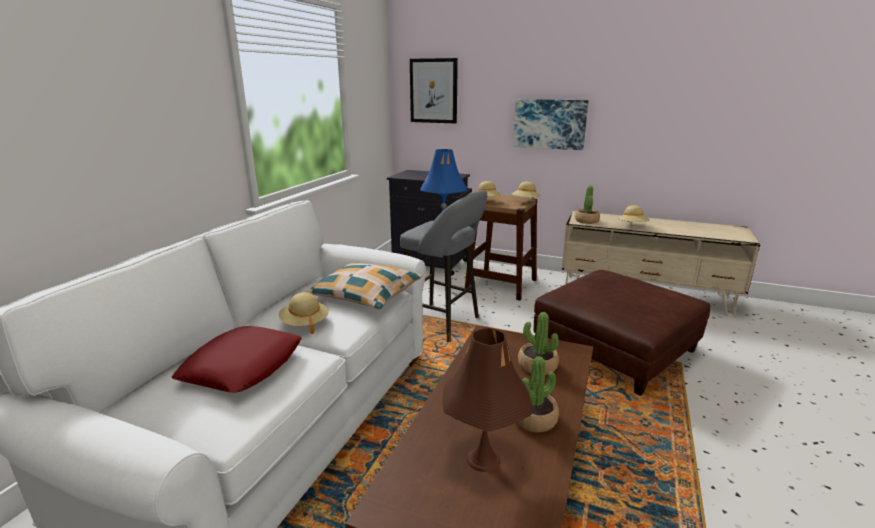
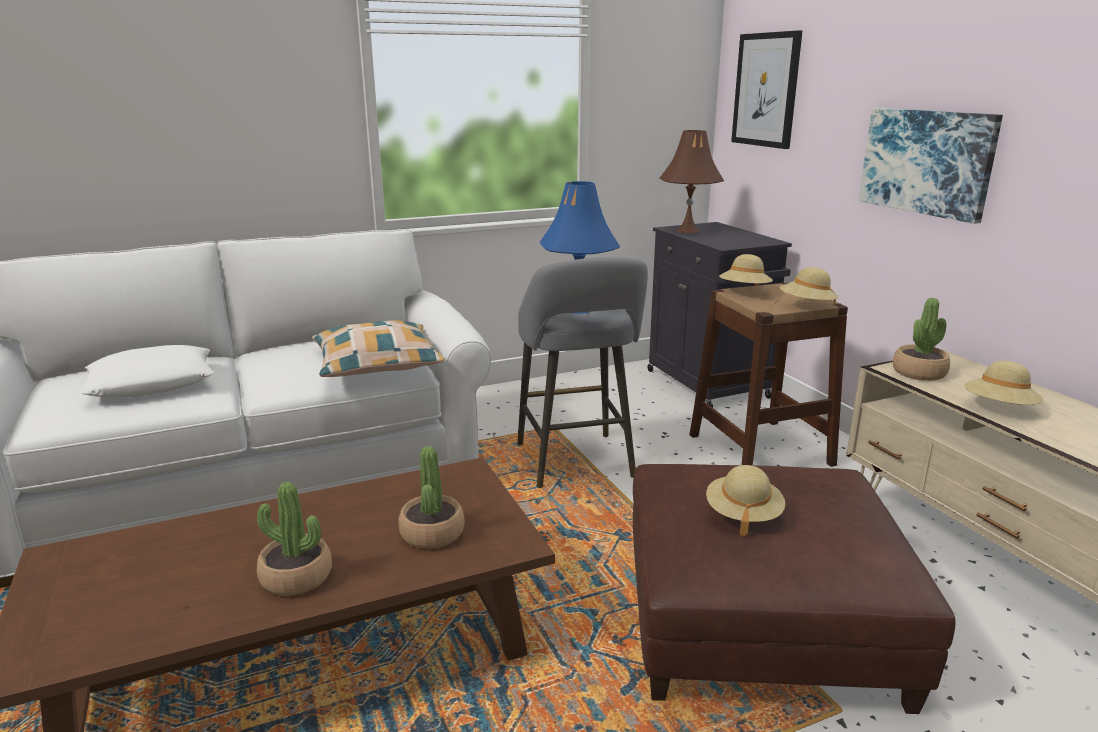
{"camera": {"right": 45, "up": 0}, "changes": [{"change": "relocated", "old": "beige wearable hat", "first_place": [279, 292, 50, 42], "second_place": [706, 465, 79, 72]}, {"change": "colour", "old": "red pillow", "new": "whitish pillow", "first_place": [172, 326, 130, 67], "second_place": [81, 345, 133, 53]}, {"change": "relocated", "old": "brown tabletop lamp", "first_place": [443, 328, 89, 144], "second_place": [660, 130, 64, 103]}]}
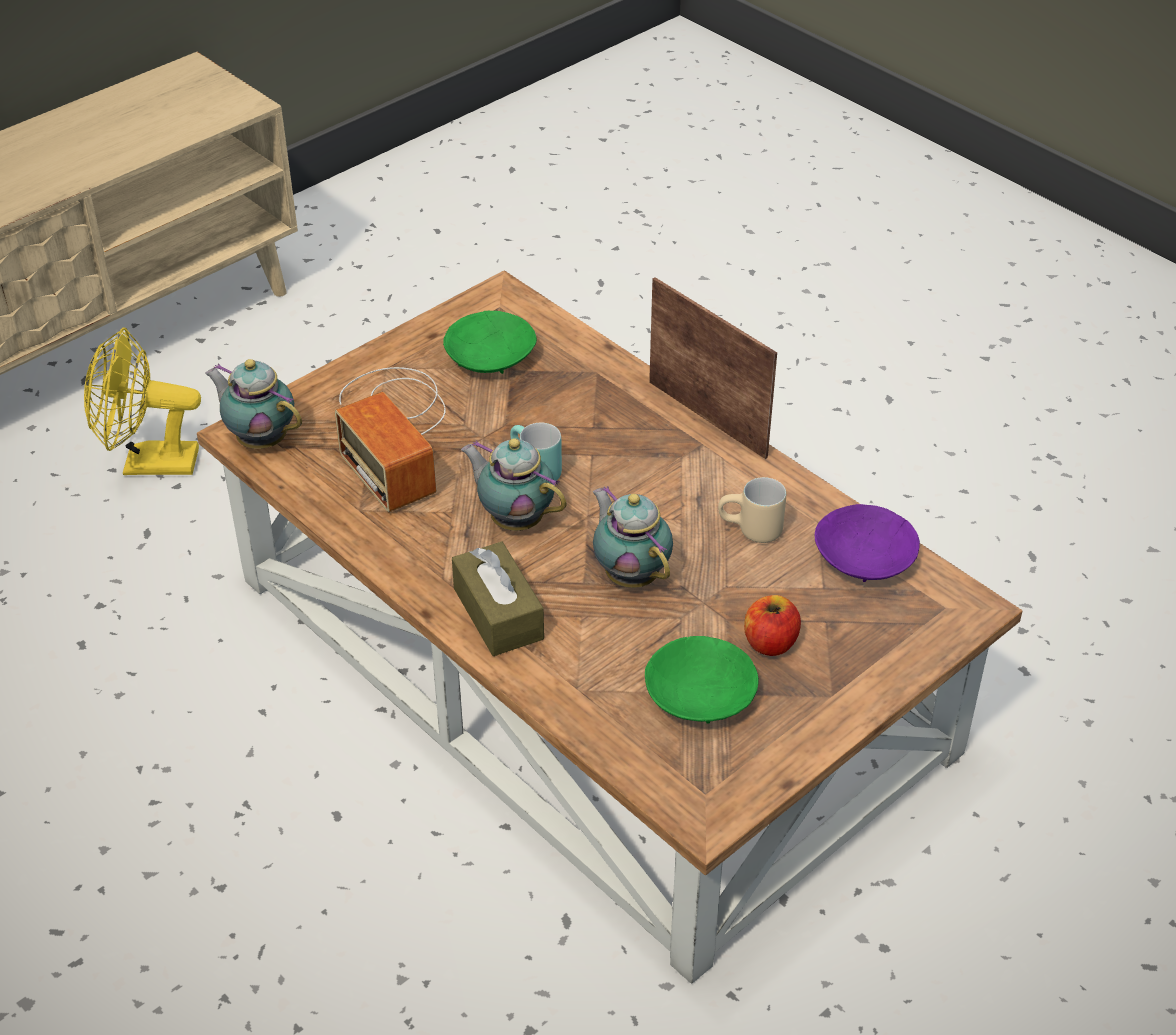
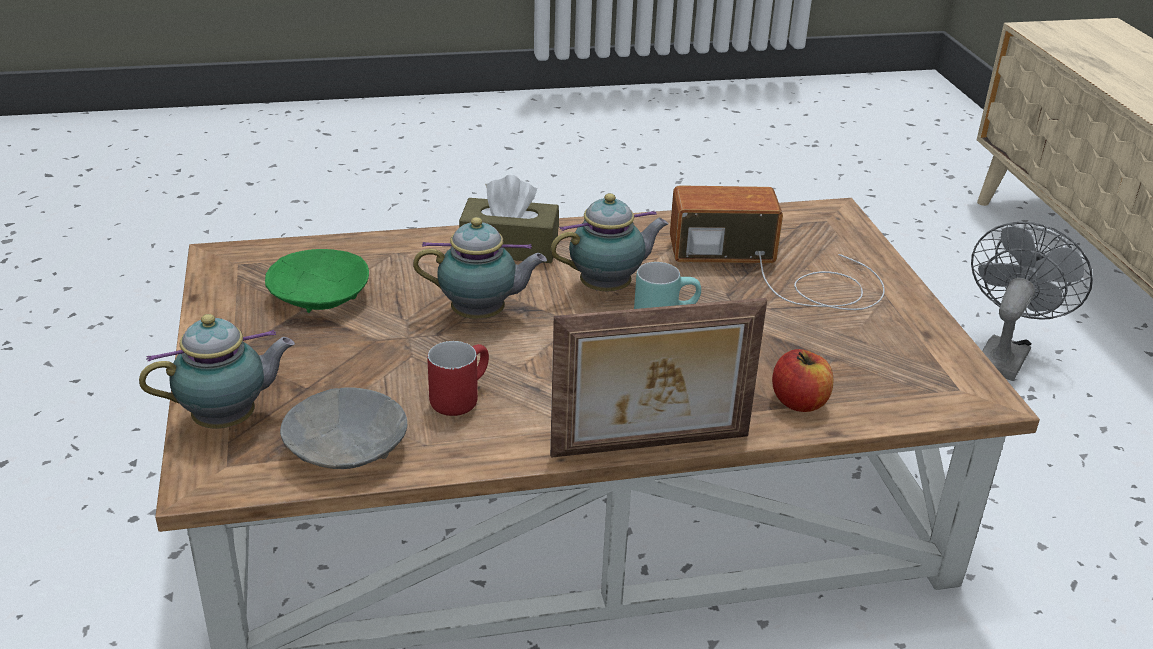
{"camera": {"right": 120, "up": -10}, "changes": [{"change": "missing", "old": "greenish bowl", "first_place": [443, 311, 94, 63]}, {"change": "colour", "old": "yellow cooling fan", "new": "greyish cooling fan", "first_place": [84, 327, 117, 148], "second_place": [971, 222, 122, 159]}, {"change": "relocated", "old": "pot for tea", "first_place": [205, 359, 97, 90], "second_place": [139, 314, 156, 115]}, {"change": "colour", "old": "beige mug", "new": "red mug", "first_place": [718, 477, 68, 66], "second_place": [427, 341, 62, 75]}, {"change": "colour", "old": "purple-coloured bowl", "new": "greyish bowl", "first_place": [814, 504, 106, 78], "second_place": [280, 387, 127, 82]}, {"change": "relocated", "old": "apple fruit", "first_place": [744, 595, 57, 61], "second_place": [772, 349, 61, 63]}]}
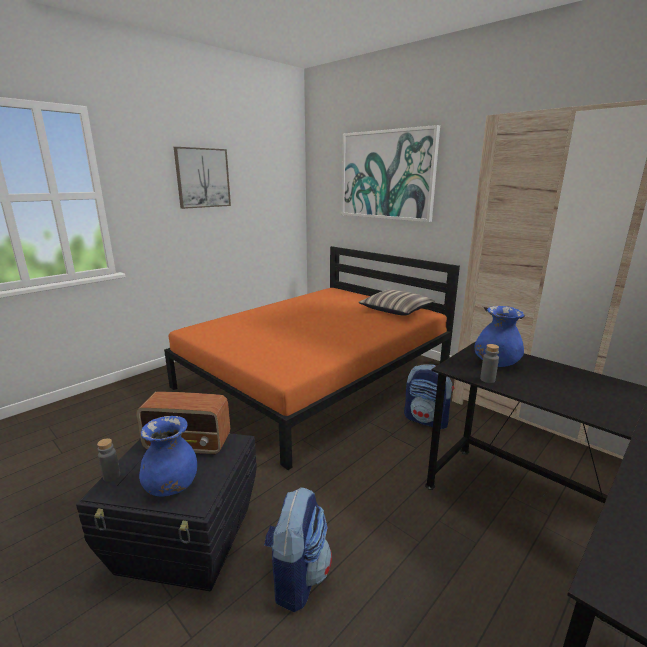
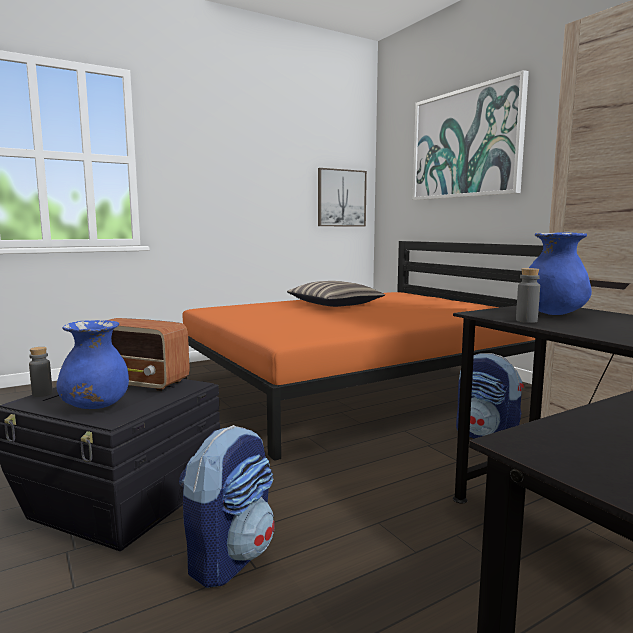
{"camera": {"right": 15, "up": -10}, "changes": [{"change": "relocated", "old": "wall art", "first_place": [174, 147, 57, 62], "second_place": [318, 168, 49, 58]}, {"change": "relocated", "old": "pillow", "first_place": [359, 289, 76, 27], "second_place": [287, 281, 98, 26]}]}
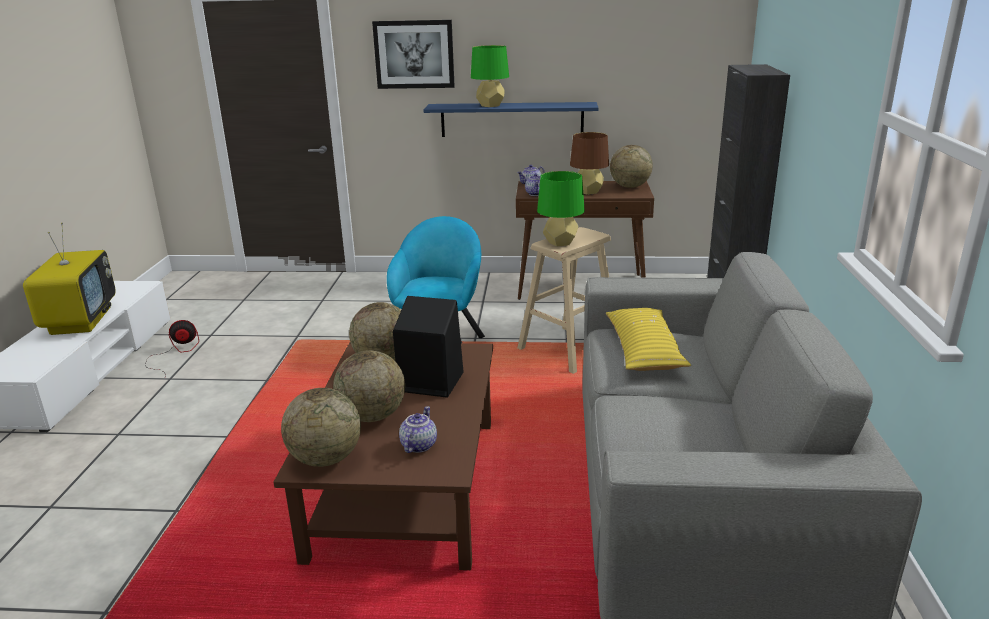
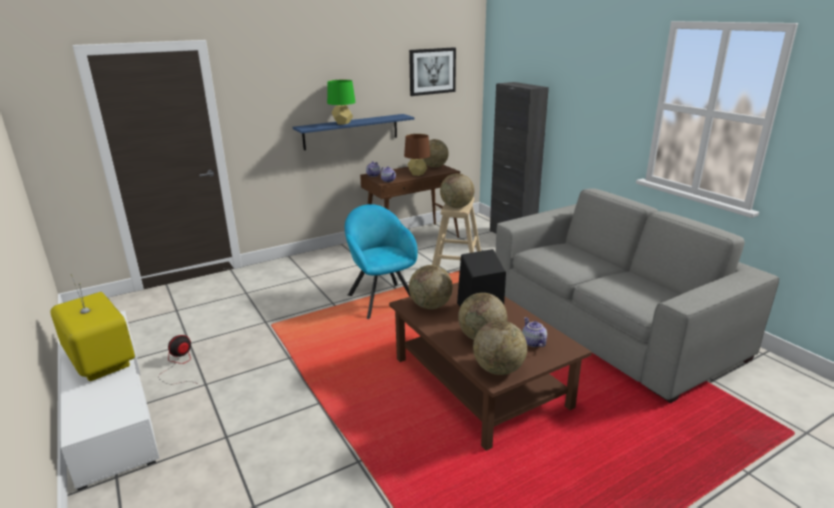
{"camera": {"right": -35, "up": 0}, "changes": [{"change": "relocated", "old": "wall art", "first_place": [372, 20, 83, 69], "second_place": [409, 47, 47, 49]}, {"change": "exchanged", "old": "greenish tabletop lamp", "new": "globe", "first_place": [537, 171, 48, 75], "second_place": [440, 173, 35, 35]}, {"change": "missing", "old": "yellow pillow", "first_place": [606, 308, 85, 63]}]}
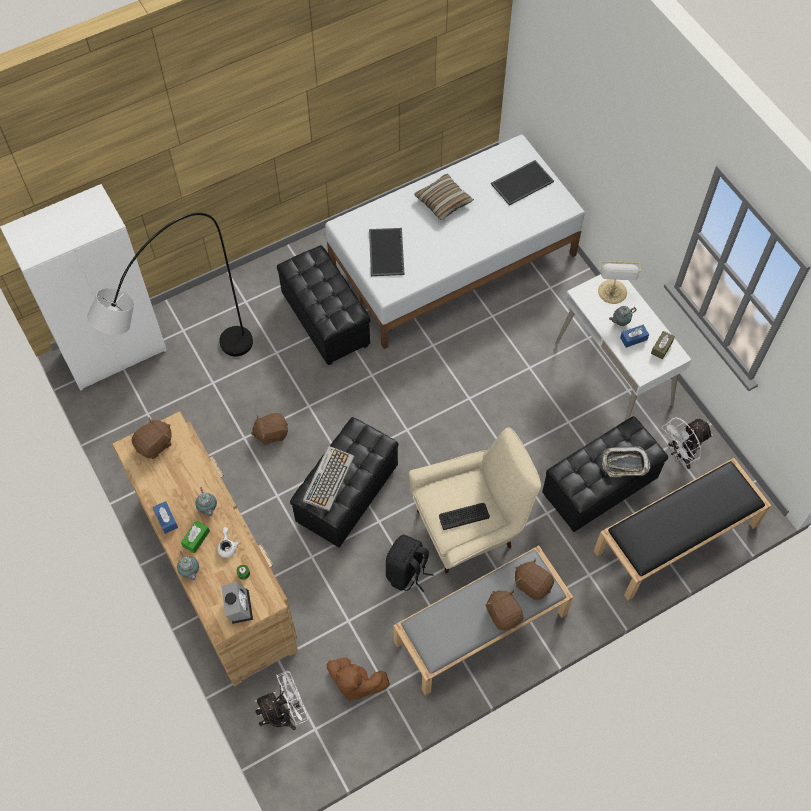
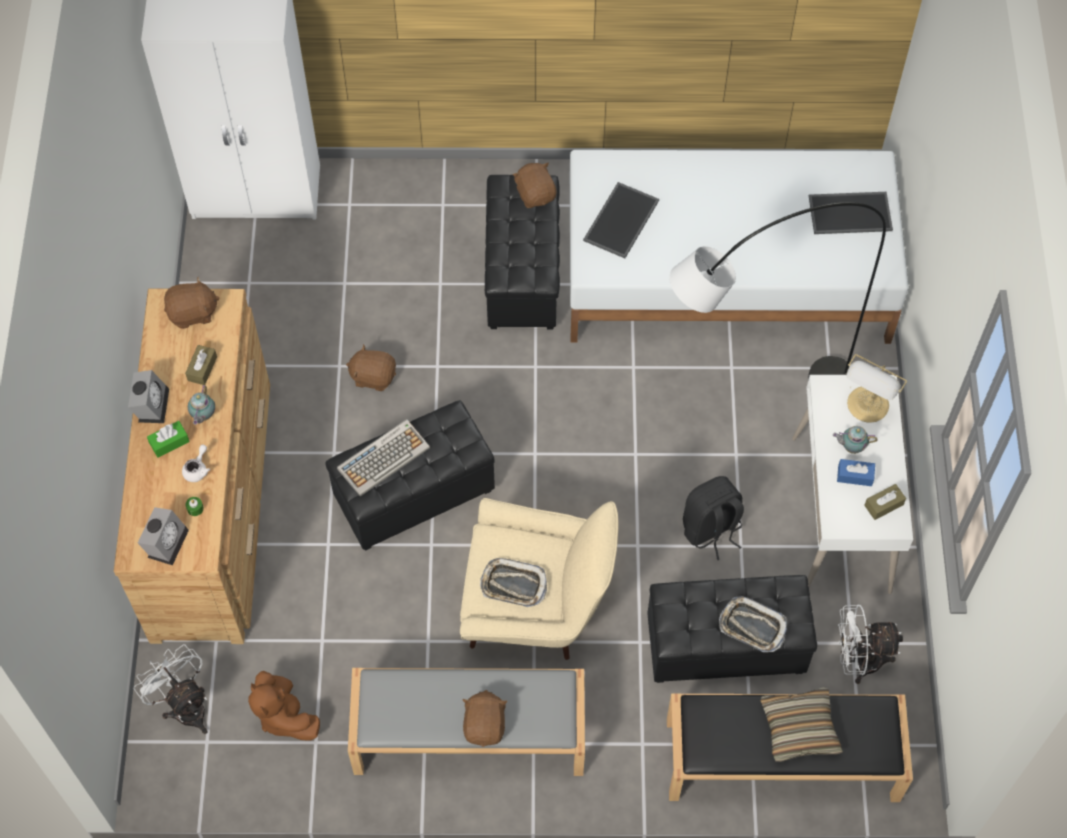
{"camera": {"right": 30, "up": 0}, "changes": [{"change": "relocated", "old": "pillow", "first_place": [414, 174, 60, 46], "second_place": [760, 687, 83, 75]}, {"change": "relocated", "old": "greyish standing lamp", "first_place": [87, 213, 166, 144], "second_place": [669, 202, 217, 178]}, {"change": "exchanged", "old": "bluish tissue holder", "new": "table clock", "first_place": [153, 501, 25, 33], "second_place": [128, 370, 41, 53]}, {"change": "exchanged", "old": "computer keyboard", "new": "serving tray", "first_place": [439, 503, 51, 27], "second_place": [480, 558, 67, 49]}, {"change": "relocated", "old": "black-coloured backpack", "first_place": [386, 534, 48, 58], "second_place": [683, 476, 61, 84]}, {"change": "missing", "old": "pot for tea", "first_place": [177, 551, 22, 30]}, {"change": "relocated", "old": "brown cuddly toy", "first_place": [515, 559, 39, 41], "second_place": [513, 163, 43, 45]}, {"change": "spun", "old": "whitish cooling fan", "first_place": [255, 671, 53, 59], "second_place": [134, 644, 74, 90], "degrees": -135}, {"change": "appeared", "new": "brown tissue holder", "second_place": [185, 345, 32, 40]}]}
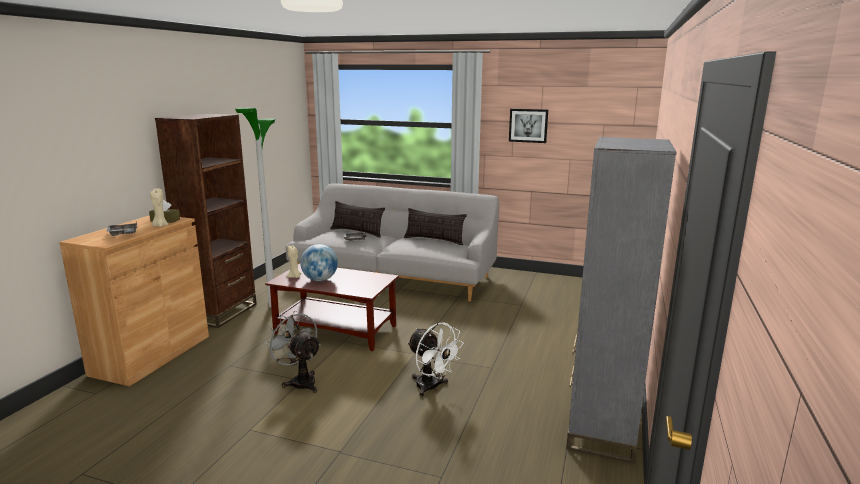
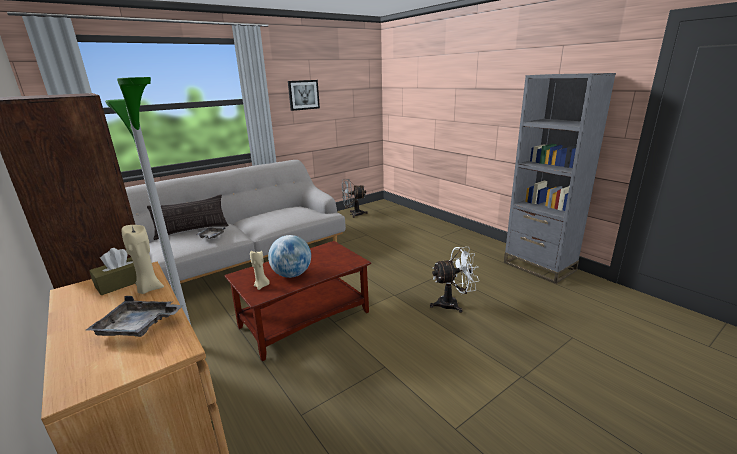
{"camera": {"right": -55, "up": 5}, "changes": [{"change": "missing", "old": "pillow", "first_place": [404, 208, 63, 37]}, {"change": "relocated", "old": "greyish cooling fan", "first_place": [264, 311, 57, 82], "second_place": [341, 179, 27, 39]}]}
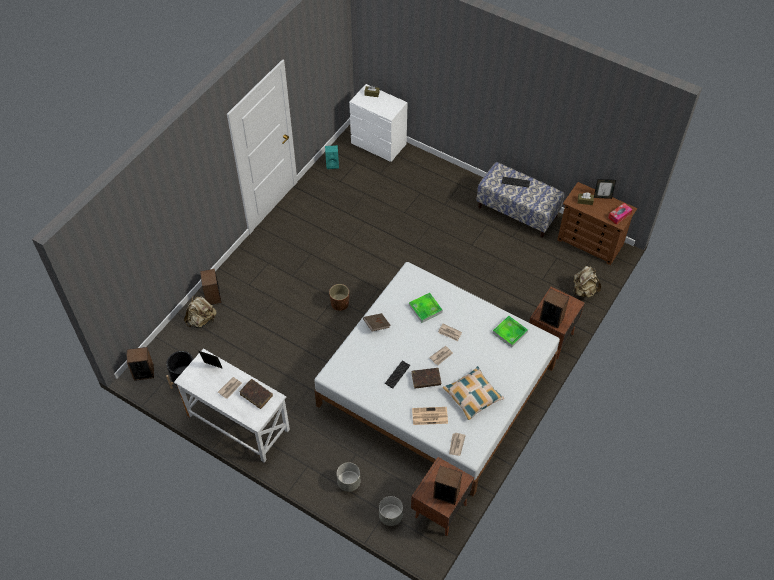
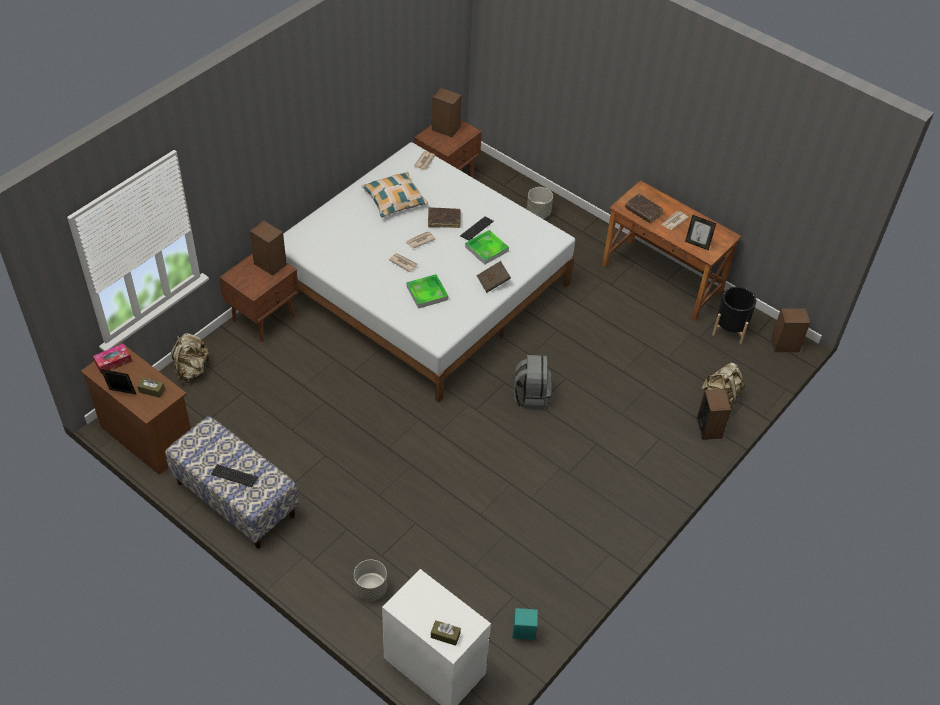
{"camera": {"right": -175, "up": -5}, "changes": [{"change": "exchanged", "old": "brown plant pot", "new": "greyish backpack", "first_place": [329, 284, 20, 27], "second_place": [514, 355, 37, 55]}, {"change": "relocated", "old": "serving tray", "first_place": [493, 316, 35, 32], "second_place": [465, 230, 44, 35]}, {"change": "colour", "old": "whitish desk", "new": "brown desk", "first_place": [174, 348, 116, 114], "second_place": [602, 180, 140, 141]}, {"change": "missing", "old": "printed paper", "first_place": [412, 407, 36, 18]}, {"change": "relocated", "old": "greyish plant pot", "first_place": [379, 496, 24, 30], "second_place": [354, 559, 33, 42]}]}
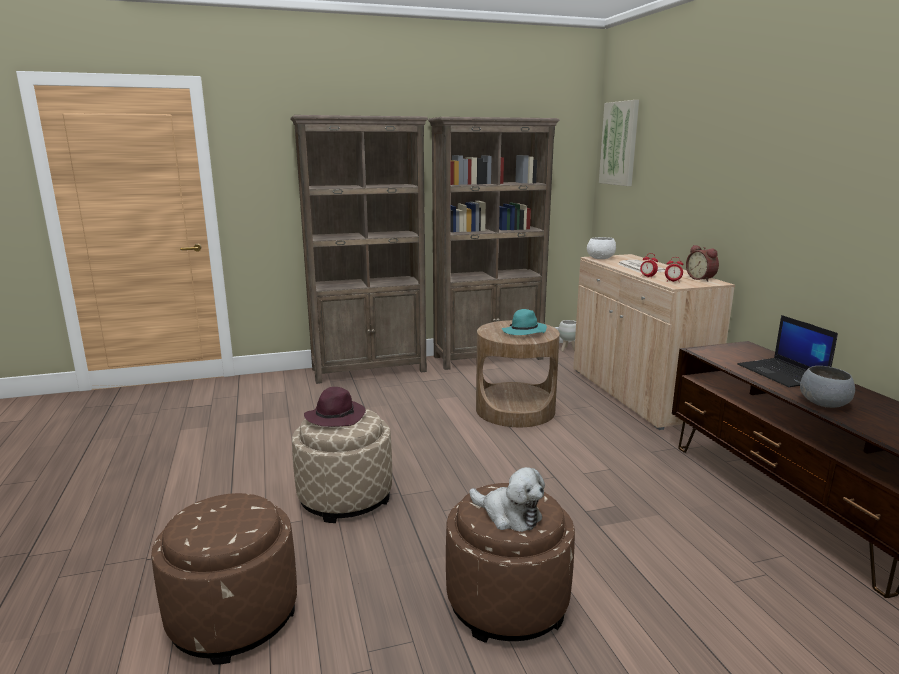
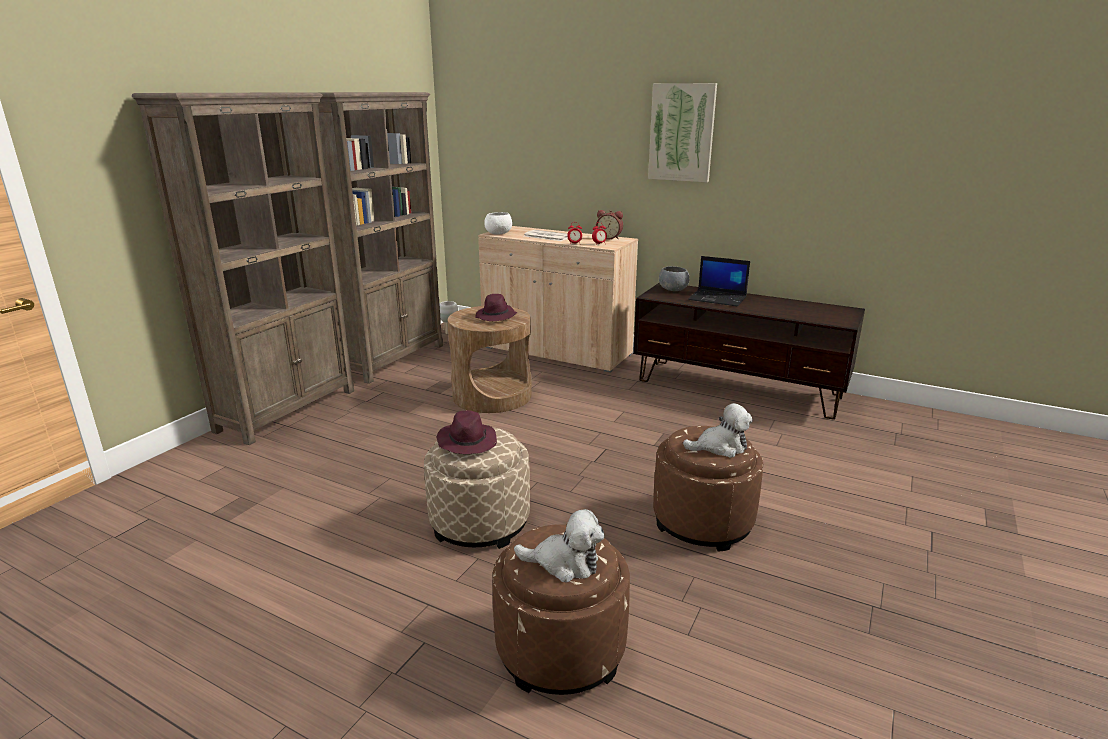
{"camera": {"right": -45, "up": 5}, "changes": [{"change": "relocated", "old": "wall art", "first_place": [599, 100, 40, 86], "second_place": [648, 83, 69, 99]}, {"change": "colour", "old": "turquoise wearable hat", "new": "purple-coloured wearable hat", "first_place": [502, 309, 45, 26], "second_place": [475, 294, 42, 27]}, {"change": "relocated", "old": "greyish bowl", "first_place": [800, 366, 55, 42], "second_place": [659, 266, 30, 25]}, {"change": "appeared", "new": "cuddly toy", "second_place": [514, 509, 90, 73]}]}
